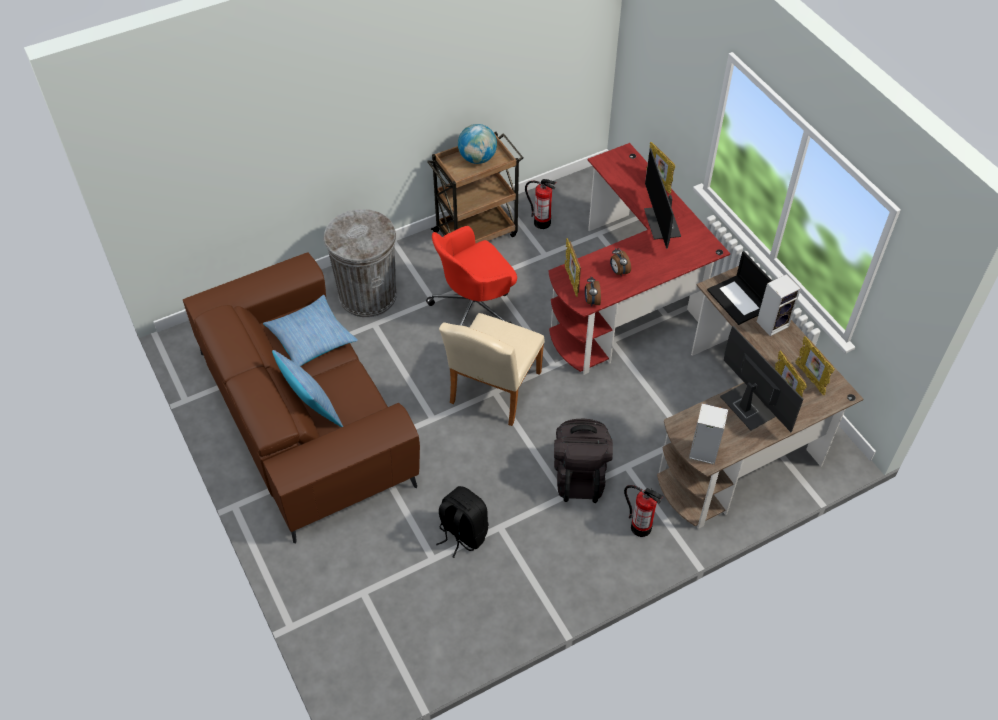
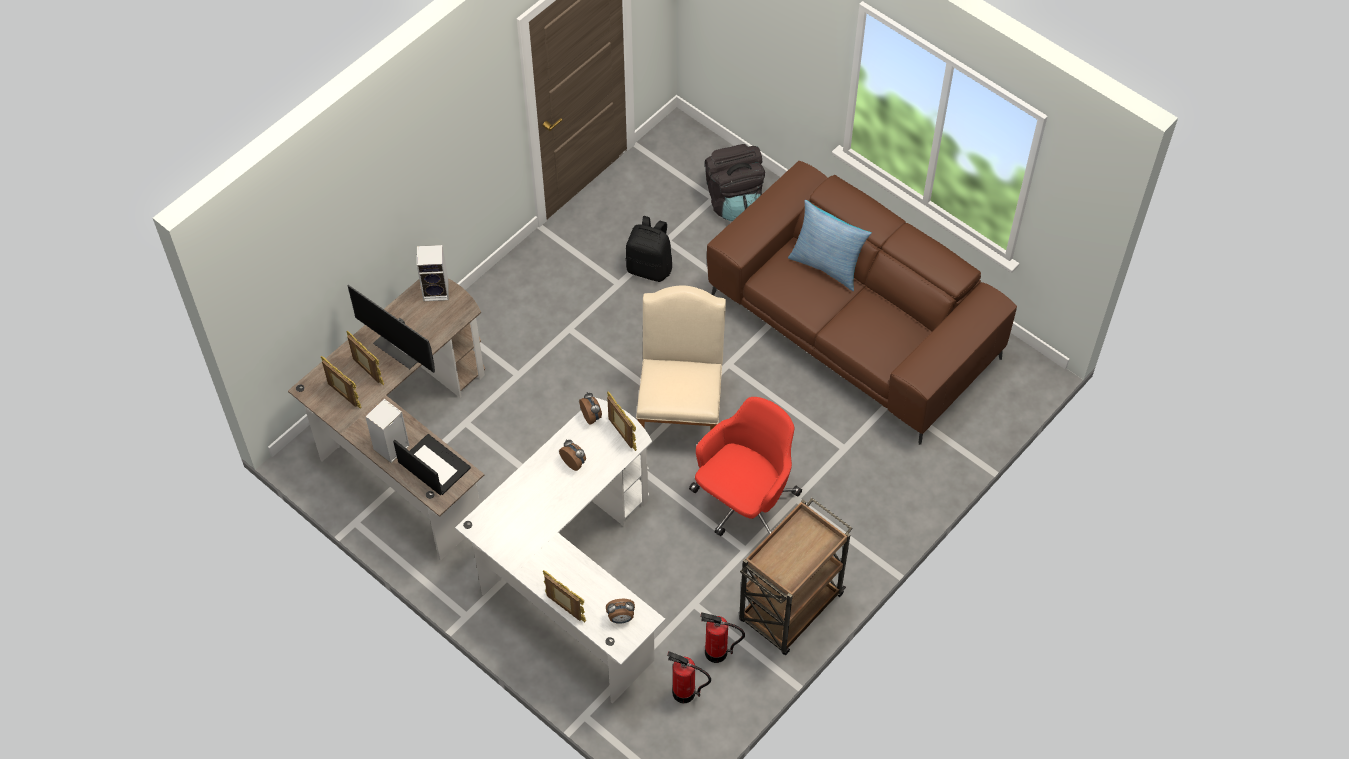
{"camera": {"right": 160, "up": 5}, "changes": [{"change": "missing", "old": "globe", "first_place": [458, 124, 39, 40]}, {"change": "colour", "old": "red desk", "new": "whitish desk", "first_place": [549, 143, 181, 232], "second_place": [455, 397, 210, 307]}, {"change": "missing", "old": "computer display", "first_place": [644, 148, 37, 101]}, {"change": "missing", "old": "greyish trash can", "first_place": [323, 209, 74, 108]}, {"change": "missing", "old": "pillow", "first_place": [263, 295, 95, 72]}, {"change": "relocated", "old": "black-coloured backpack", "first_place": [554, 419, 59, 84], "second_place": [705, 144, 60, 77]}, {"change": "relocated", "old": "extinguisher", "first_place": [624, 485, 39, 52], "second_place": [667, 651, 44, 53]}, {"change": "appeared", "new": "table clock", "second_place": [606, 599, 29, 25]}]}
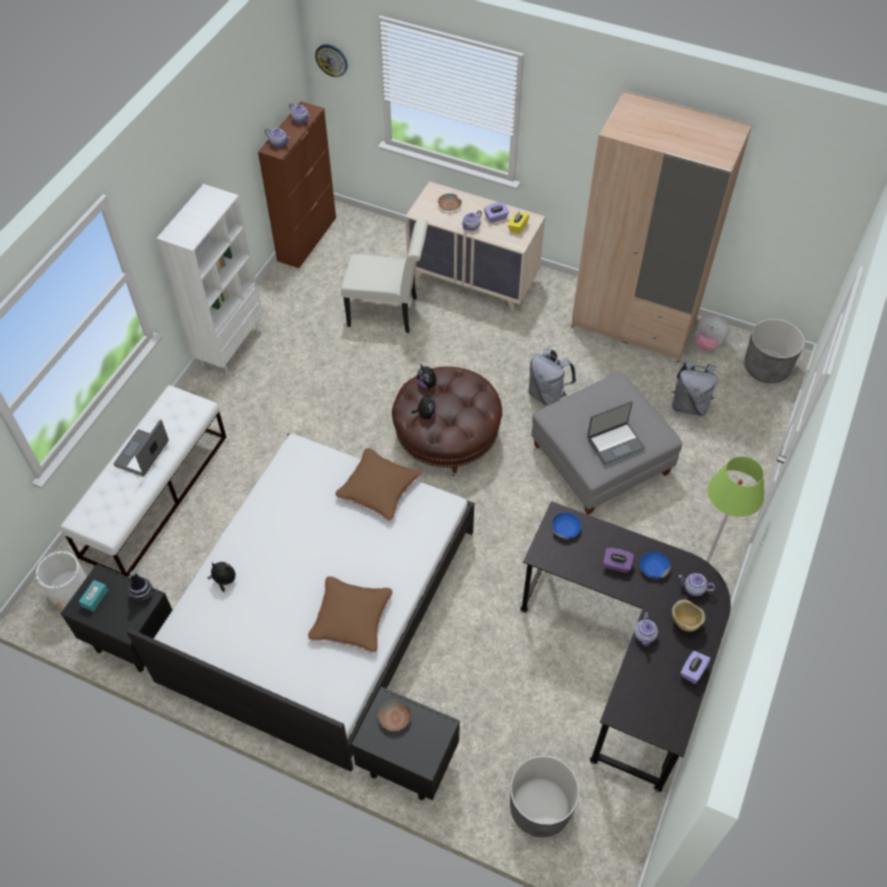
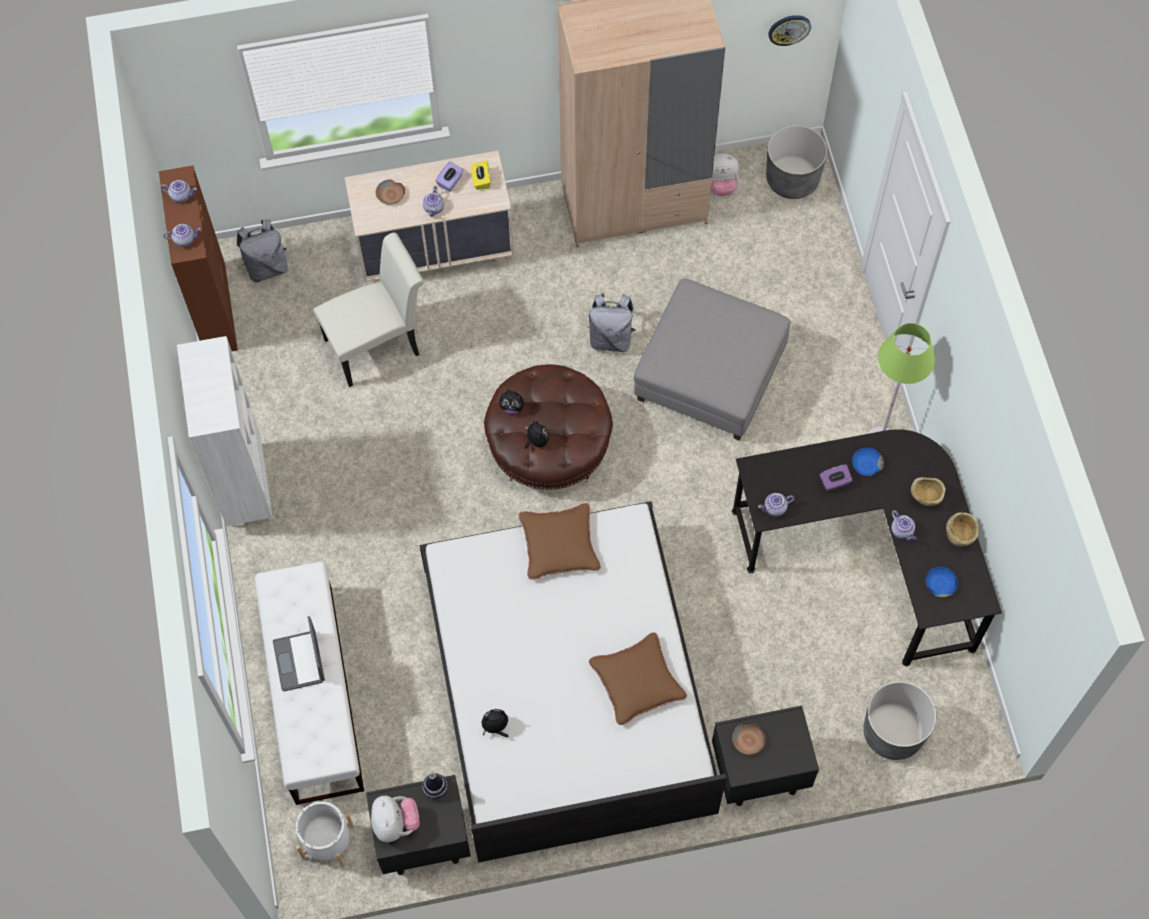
{"camera": {"right": -35, "up": 10}, "changes": [{"change": "relocated", "old": "wall clock", "first_place": [315, 44, 32, 33], "second_place": [768, 15, 43, 31]}, {"change": "relocated", "old": "greyish backpack", "first_place": [671, 361, 47, 55], "second_place": [237, 219, 51, 63]}, {"change": "missing", "old": "portable computer", "first_place": [587, 401, 58, 63]}, {"change": "relocated", "old": "bluish bowl", "first_place": [552, 513, 29, 26], "second_place": [925, 567, 33, 30]}, {"change": "relocated", "old": "pot for tea", "first_place": [679, 573, 36, 23], "second_place": [758, 493, 37, 24]}, {"change": "exchanged", "old": "turquoise tissue holder", "new": "cuddly toy", "first_place": [79, 580, 29, 32], "second_place": [371, 796, 49, 46]}, {"change": "exchanged", "old": "purple-coloured tissue holder", "new": "beige bowl", "first_place": [681, 651, 30, 33], "second_place": [946, 513, 33, 34]}]}
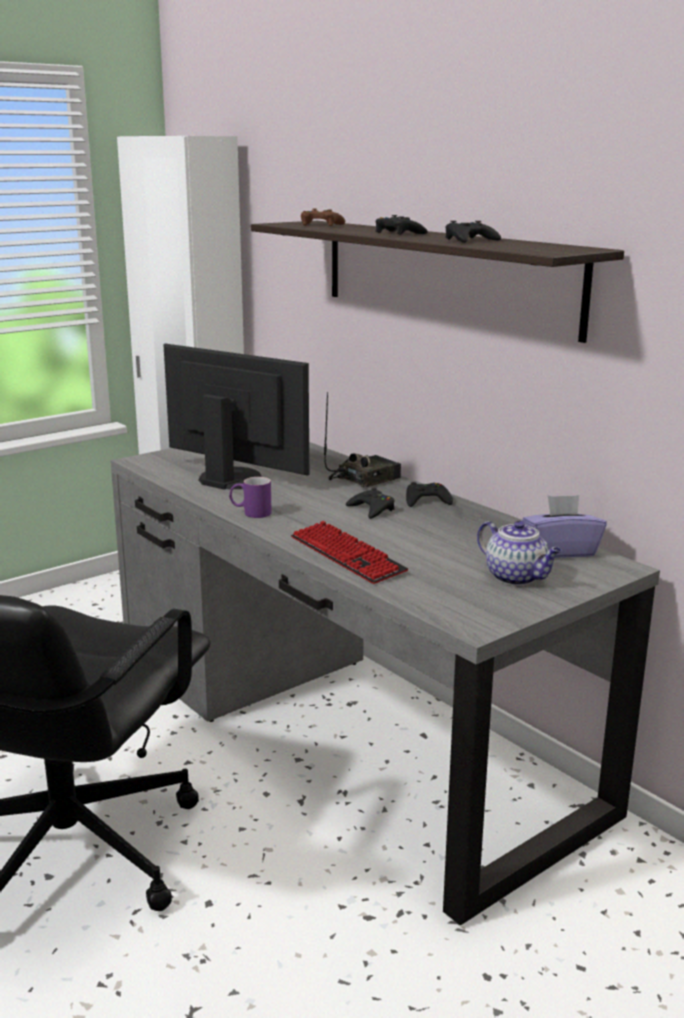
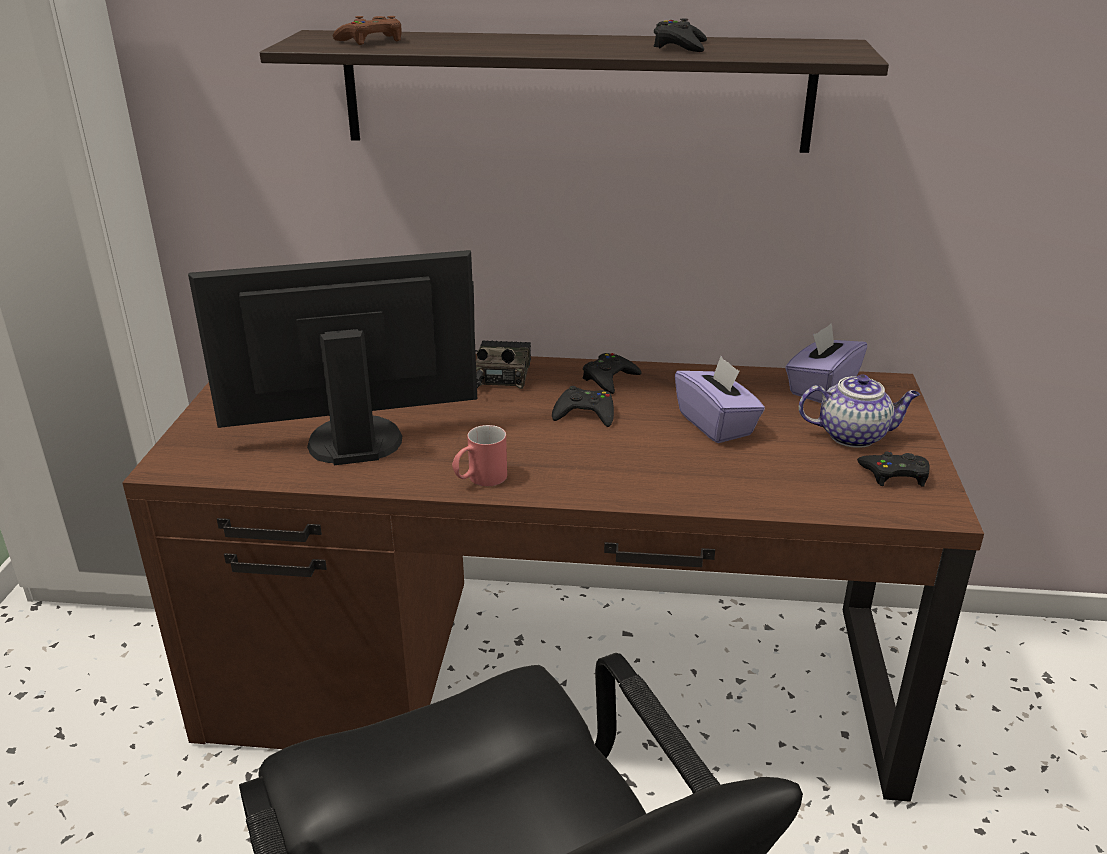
{"camera": {"right": -45, "up": 10}, "changes": [{"change": "relocated", "old": "black-coloured gamepad", "first_place": [376, 215, 52, 20], "second_place": [857, 451, 73, 35]}, {"change": "colour", "old": "greyish desk", "new": "brown desk", "first_place": [111, 442, 549, 484], "second_place": [122, 354, 862, 448]}, {"change": "colour", "old": "purple-coloured mug", "new": "red mug", "first_place": [229, 477, 43, 41], "second_place": [452, 425, 55, 61]}, {"change": "missing", "old": "computer keyboard", "first_place": [291, 521, 117, 63]}, {"change": "appeared", "new": "purple-coloured tissue holder", "second_place": [675, 356, 90, 87]}]}
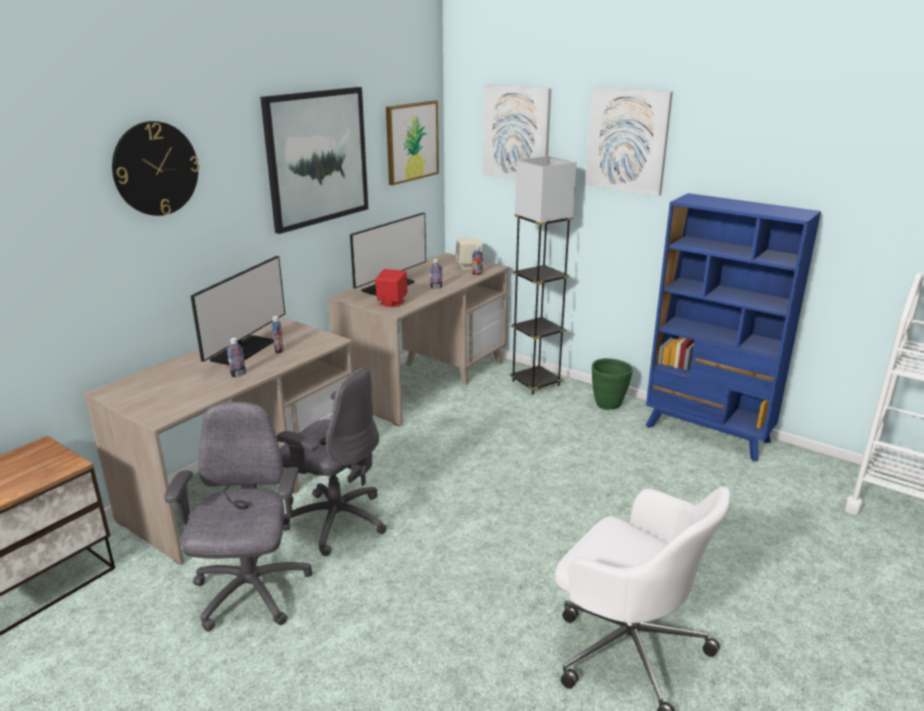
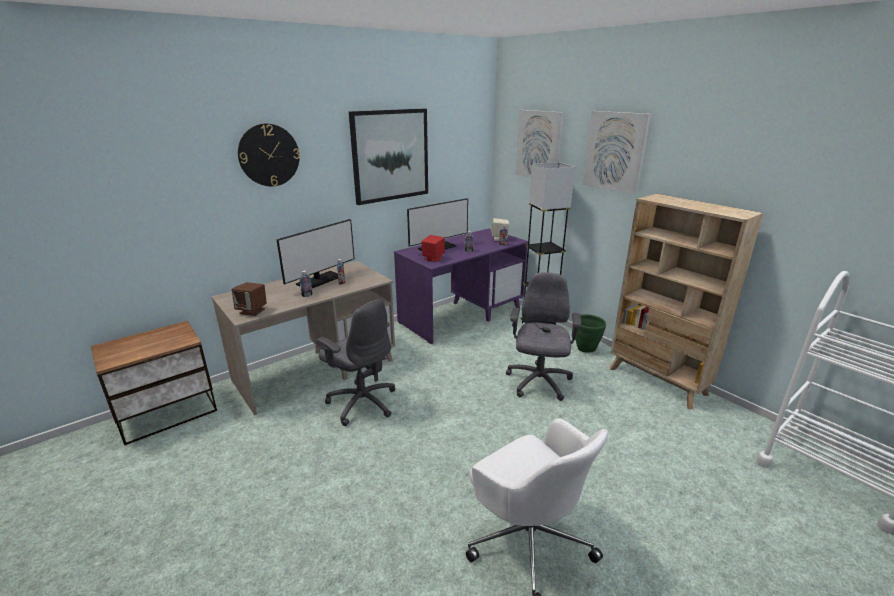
{"camera": {"right": 15, "up": 0}, "changes": [{"change": "missing", "old": "wall art", "first_place": [386, 100, 53, 85]}, {"change": "colour", "old": "bluish bookcase", "new": "beige bookcase", "first_place": [646, 193, 175, 269], "second_place": [610, 194, 154, 215]}, {"change": "colour", "old": "beige desk", "new": "purple-coloured desk", "first_place": [327, 253, 183, 173], "second_place": [394, 229, 134, 115]}, {"change": "relocated", "old": "greyish office chair", "first_place": [165, 402, 147, 230], "second_place": [506, 272, 75, 129]}, {"change": "appeared", "new": "brown audio speaker", "second_place": [232, 282, 35, 34]}]}
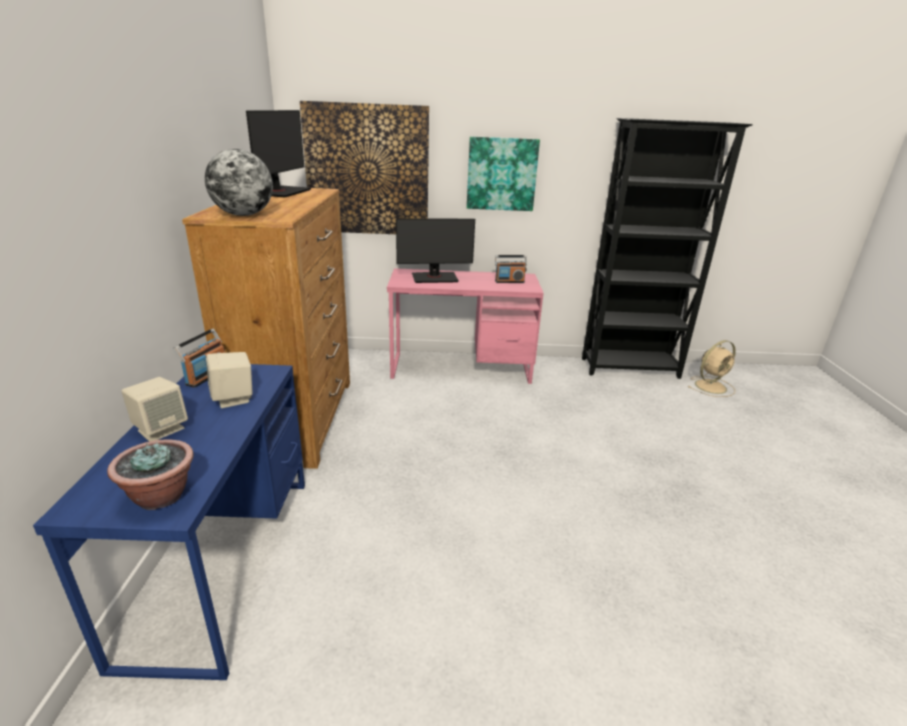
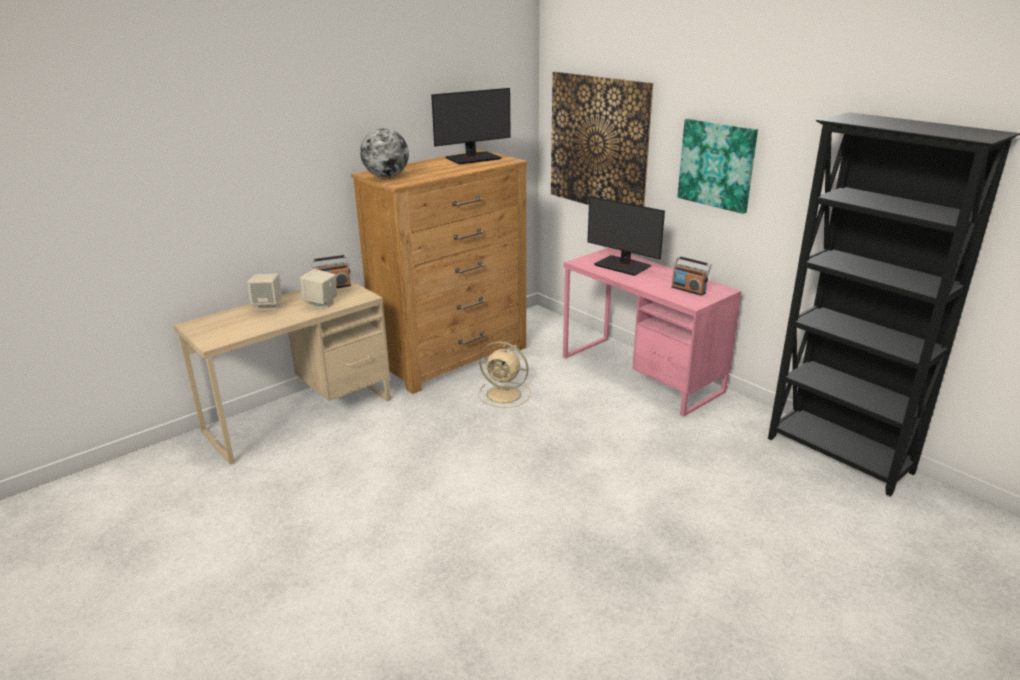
{"camera": {"right": 50, "up": 0}, "changes": [{"change": "relocated", "old": "beige cooling fan", "first_place": [688, 340, 48, 57], "second_place": [479, 341, 52, 67]}, {"change": "colour", "old": "bluish desk", "new": "beige desk", "first_place": [33, 364, 272, 316], "second_place": [174, 280, 217, 185]}, {"change": "missing", "old": "plant in a pot", "first_place": [107, 439, 87, 71]}]}
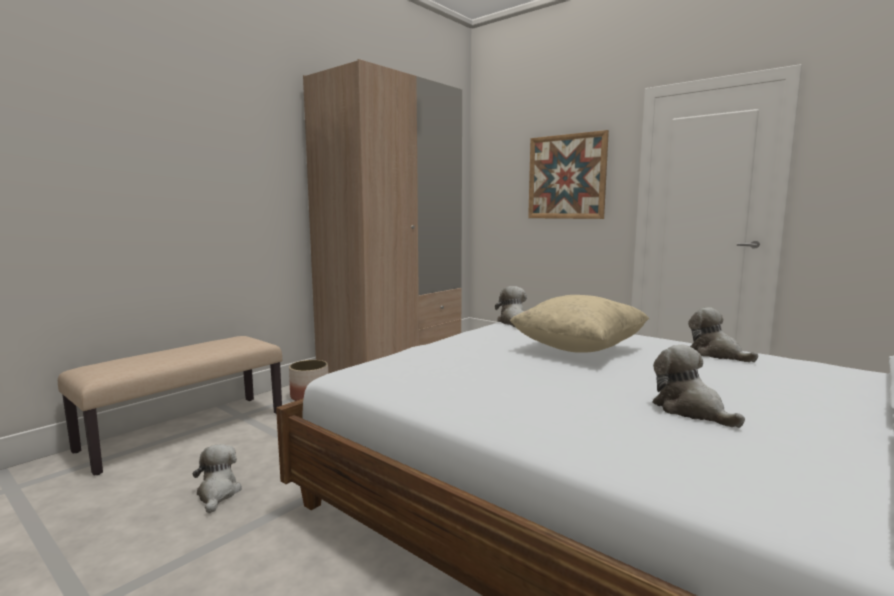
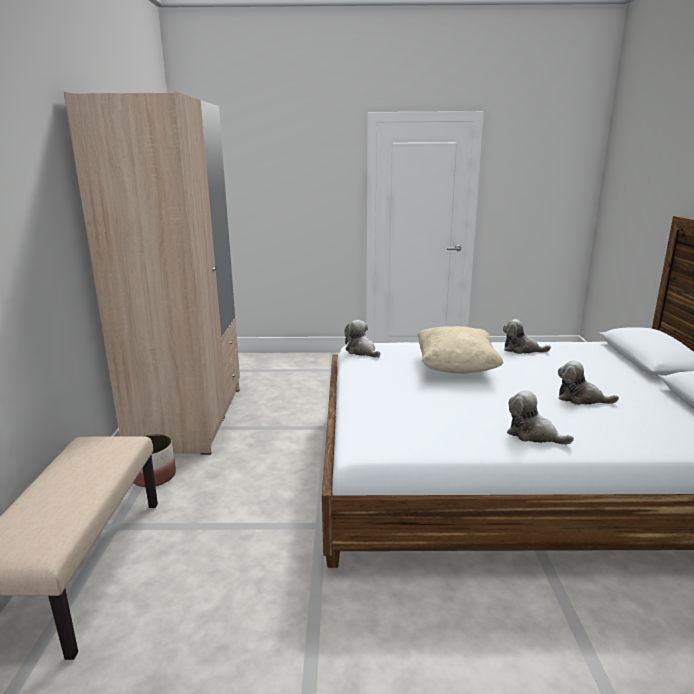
{"camera": {"right": -40, "up": 10}, "changes": [{"change": "missing", "old": "wall art", "first_place": [528, 130, 81, 89]}, {"change": "relocated", "old": "cuddly toy", "first_place": [192, 444, 50, 70], "second_place": [507, 390, 67, 55]}]}
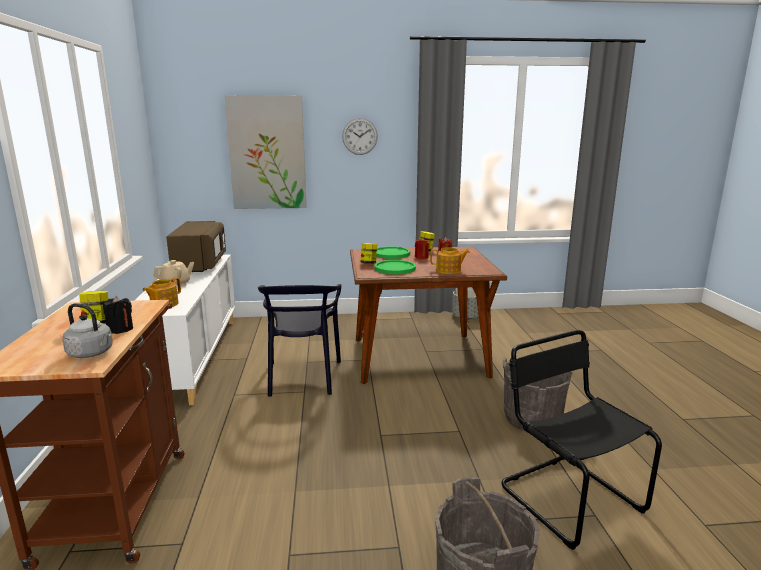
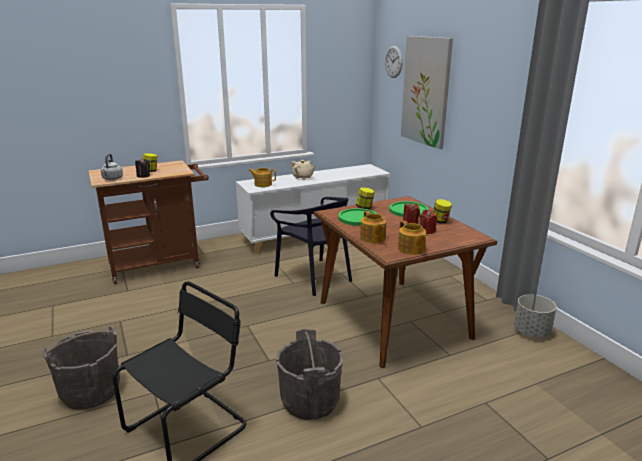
{"camera": {"right": 70, "up": 5}, "changes": [{"change": "relocated", "old": "wall clock", "first_place": [342, 118, 36, 37], "second_place": [385, 46, 18, 32]}, {"change": "missing", "old": "brown microwave oven", "first_place": [166, 221, 60, 51]}, {"change": "spun", "old": "black-coloured plain chair", "first_place": [258, 284, 83, 113], "second_place": [270, 197, 82, 99], "degrees": -105}, {"change": "appeared", "new": "pot for tea", "second_place": [398, 221, 29, 34]}]}
